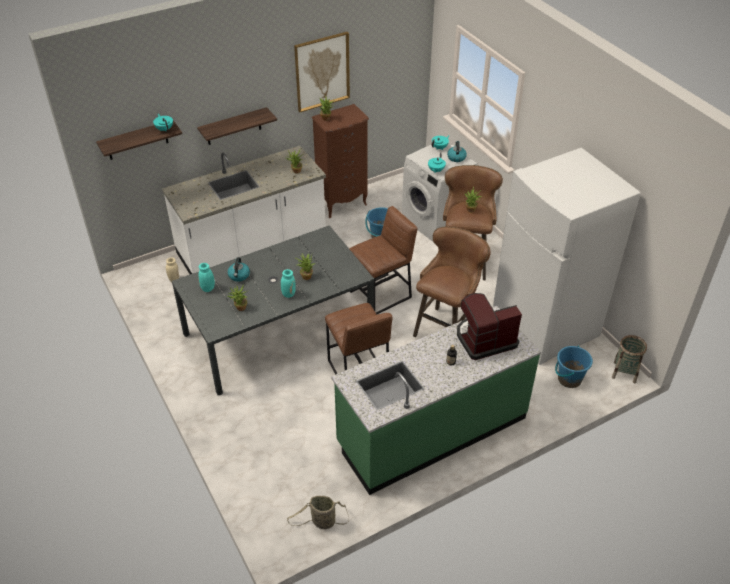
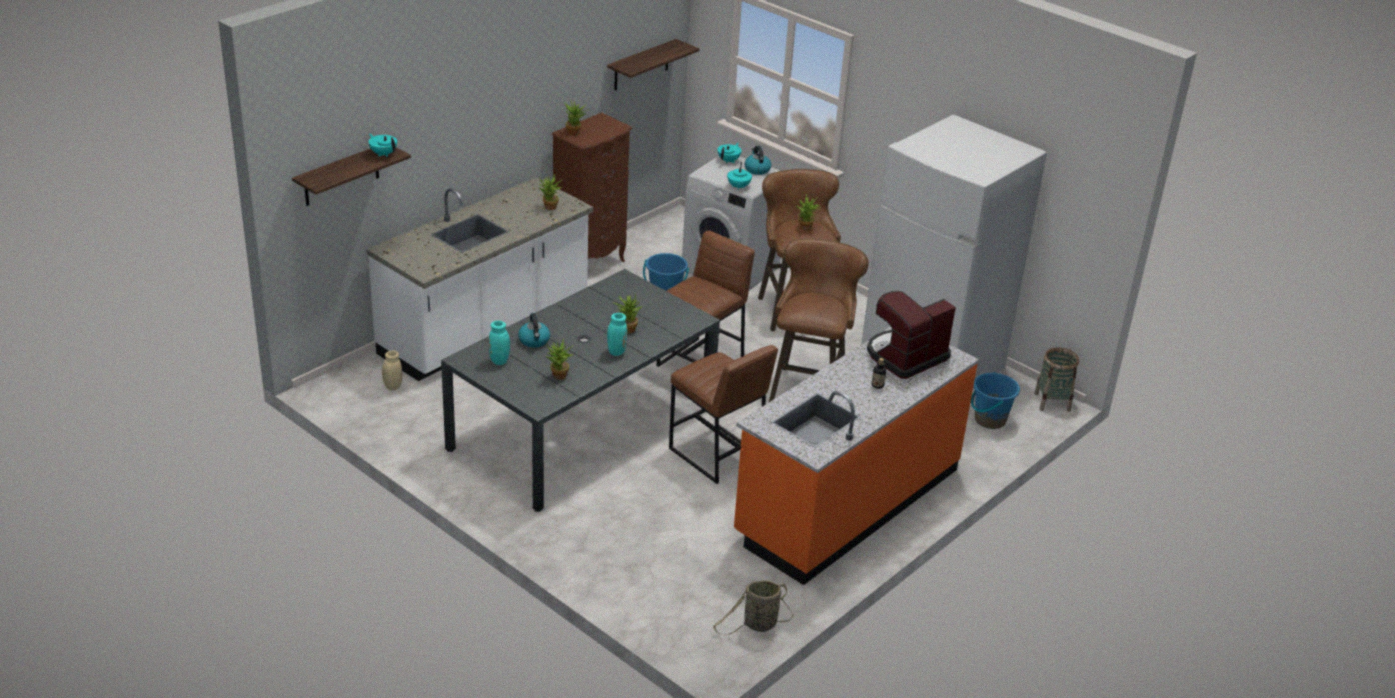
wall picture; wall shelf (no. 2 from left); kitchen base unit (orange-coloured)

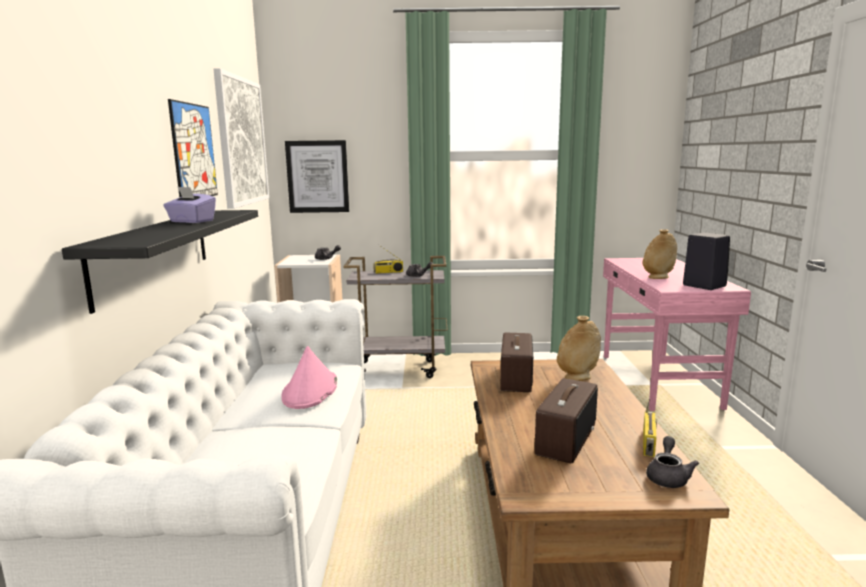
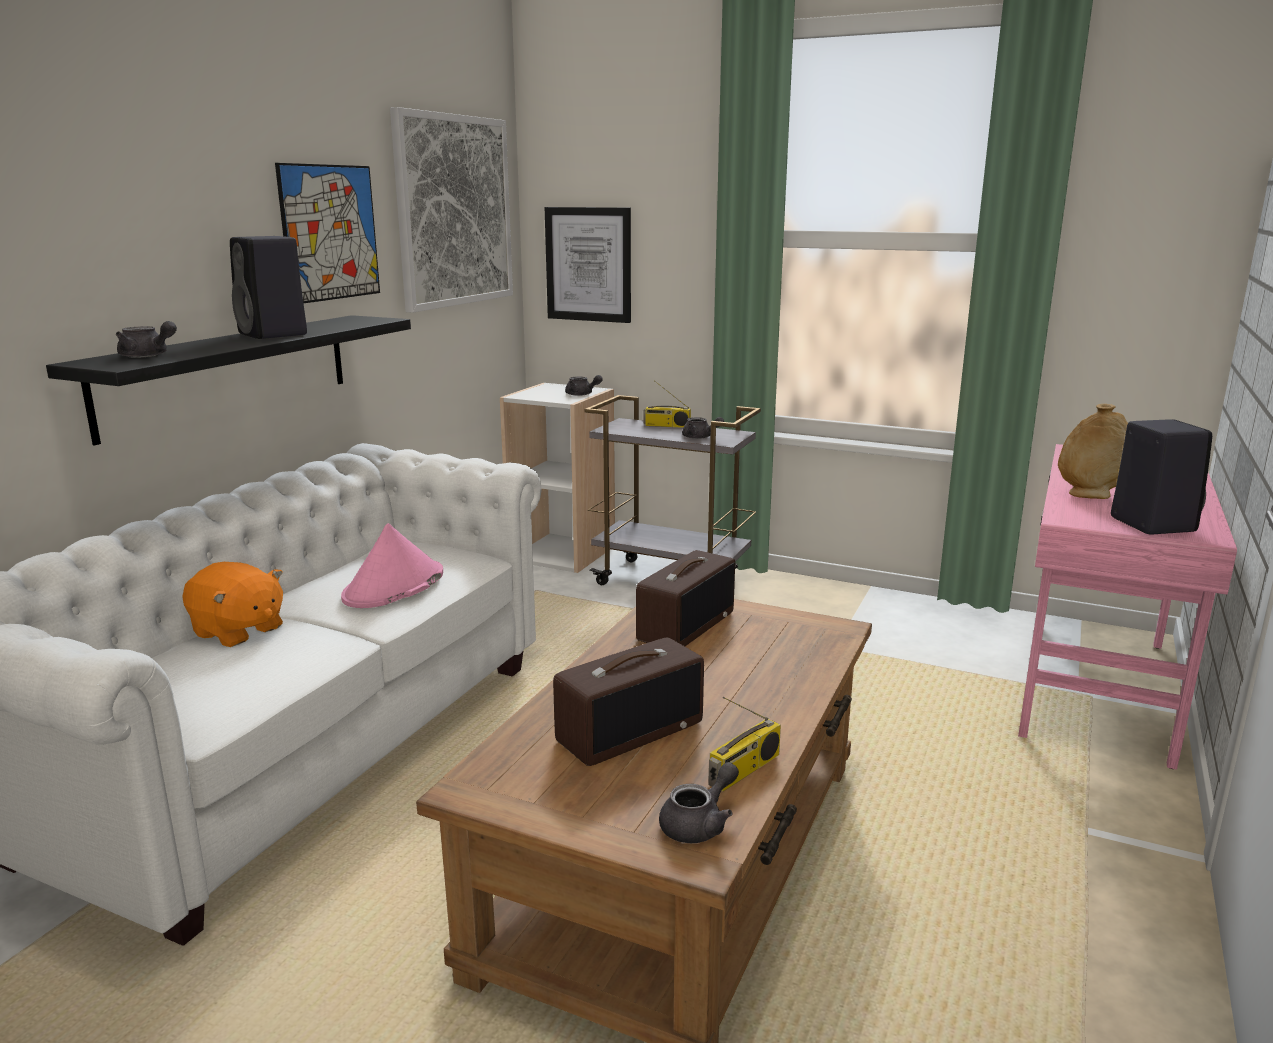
speaker (blackish) (no. 1 from left); flower vase (beige) (no. 1 from left in the first image); teapot (gray) (no. 1 from left); cuddly toy (orange-coloured)

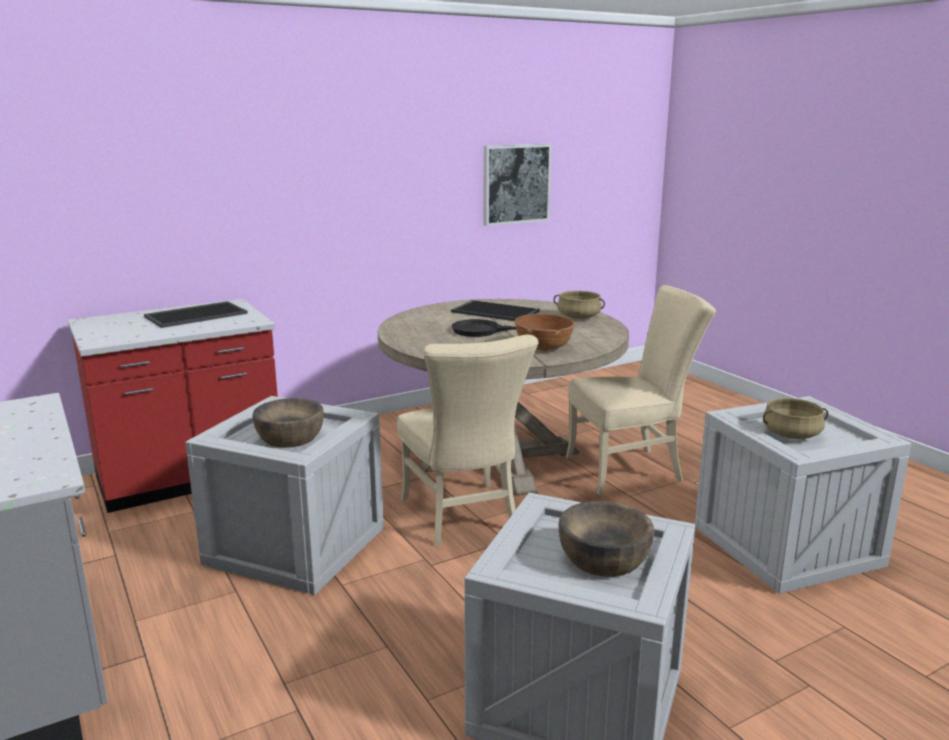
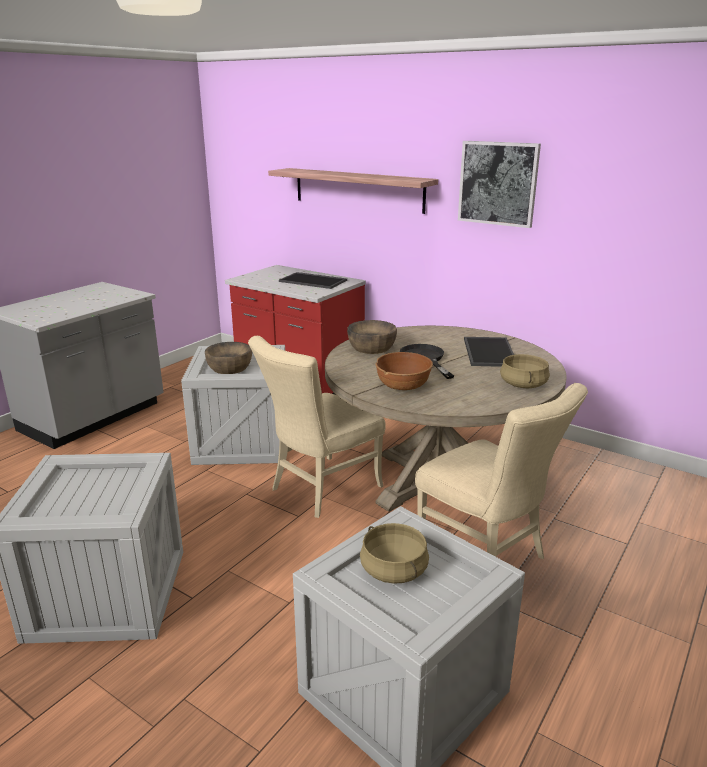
wall picture; serving bowl (brown) (no. 2 from left); wall shelf

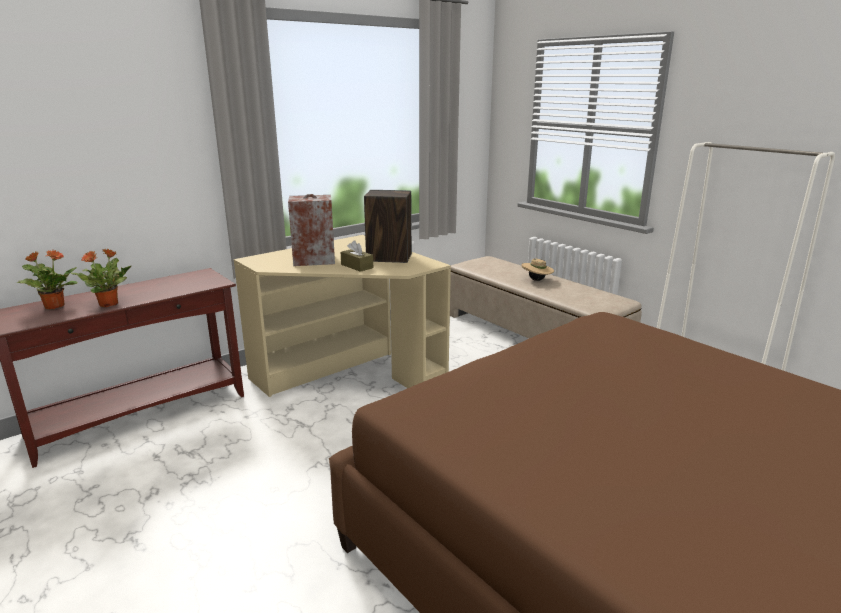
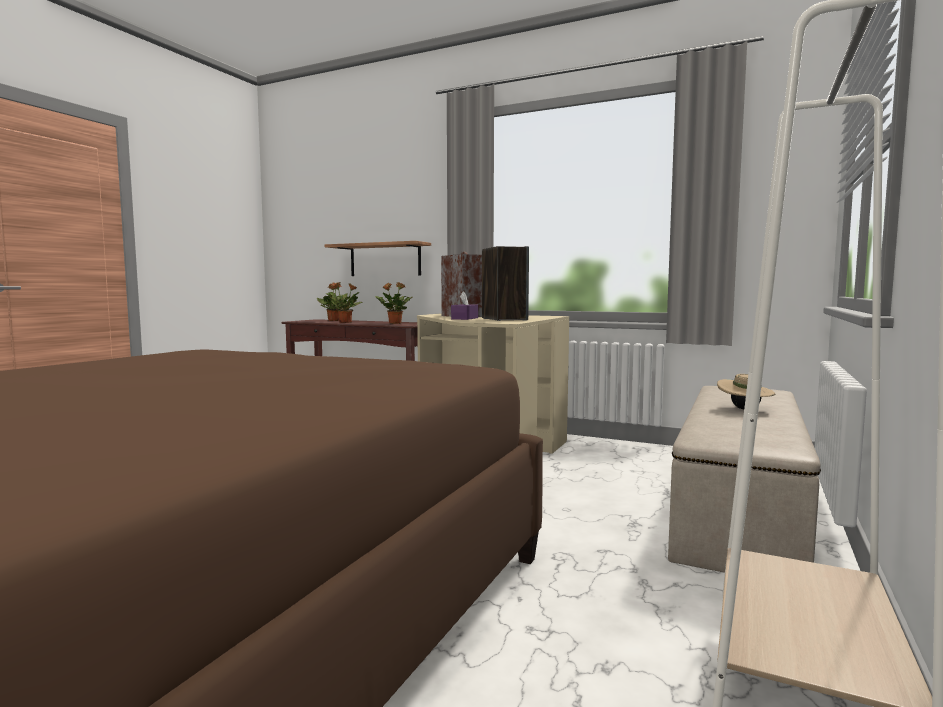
tissue box (purple-coloured); wall shelf; plant in a pot (no. 3 from left)

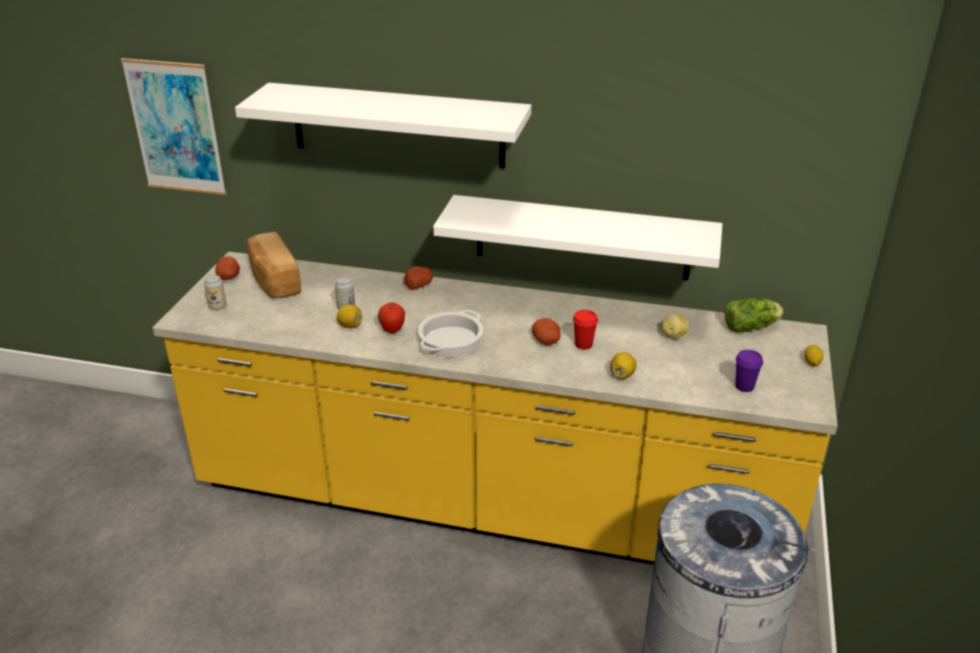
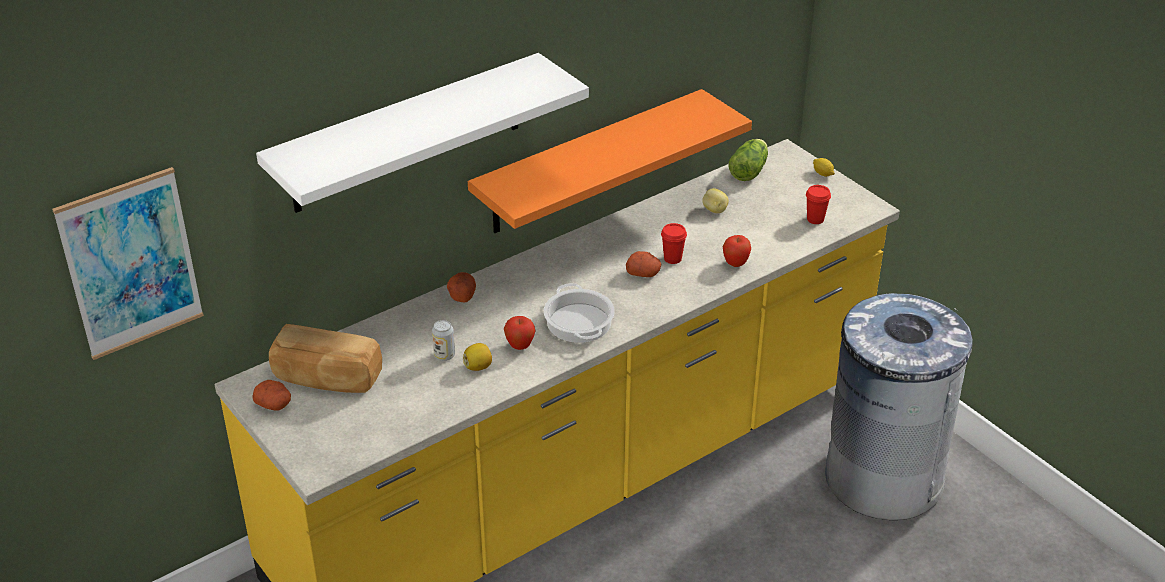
wall shelf (orange-coloured); sealed can (no. 1 from left in the first image); small cup (red) (no. 2 from left); apple fruit (no. 2 from left)

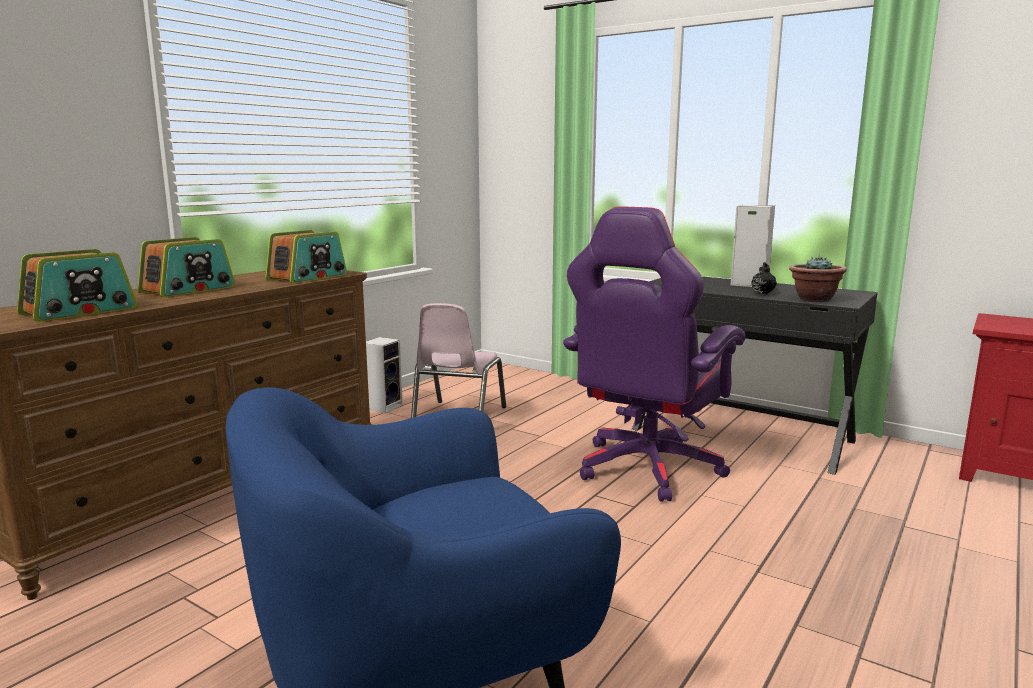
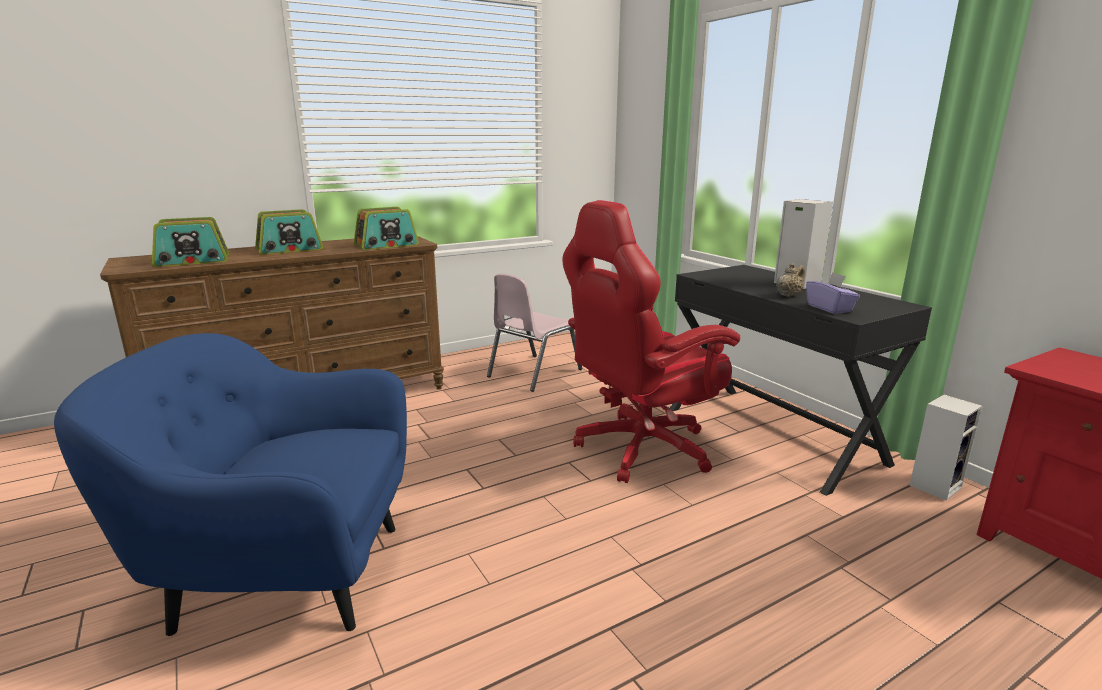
computer chair (red); tissue box (purple-coloured); teapot (beige); speaker (no. 2 from left)

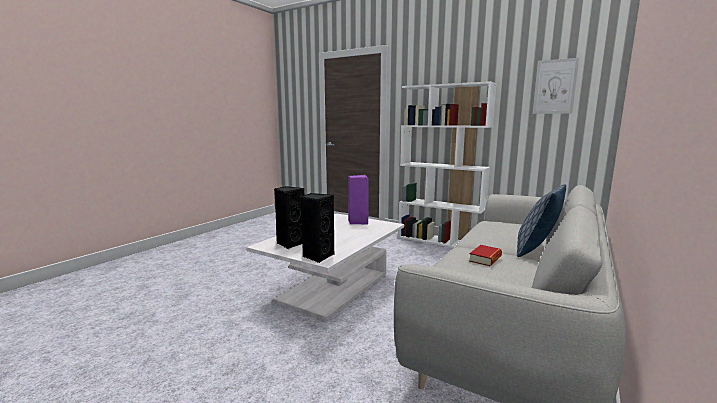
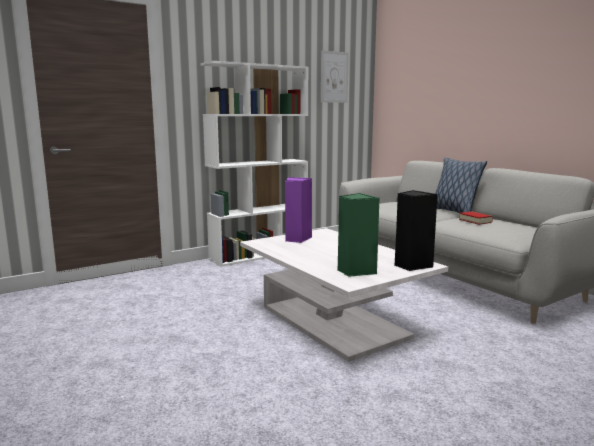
speaker (green-coloured)

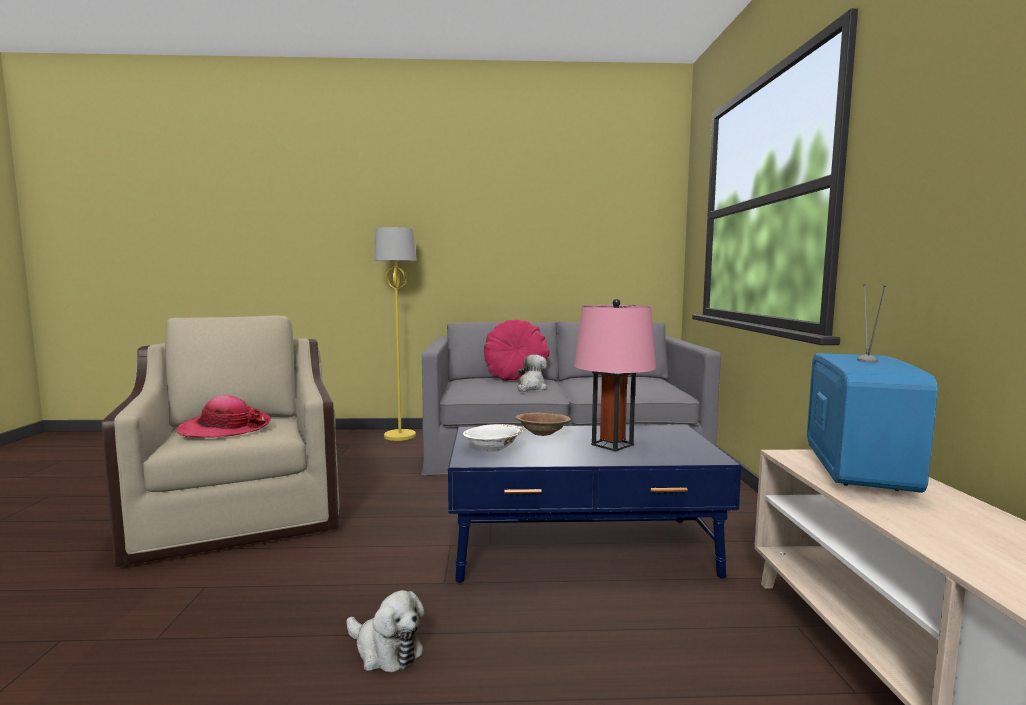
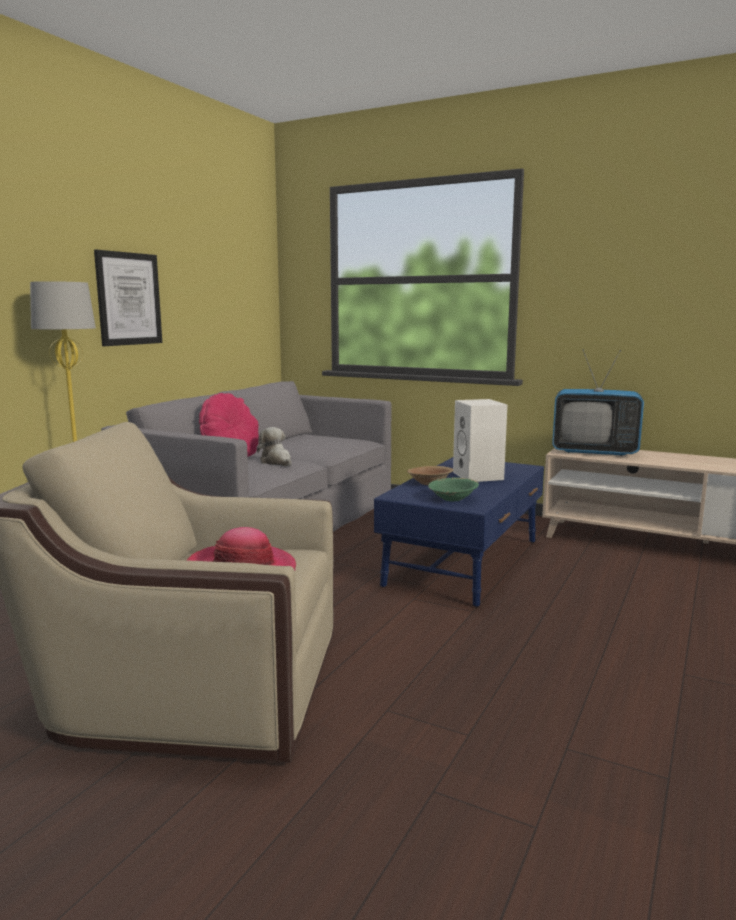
television; speaker (white-coloured); serving bowl (green-coloured); cuddly toy (no. 1 from left in the first image); wall picture

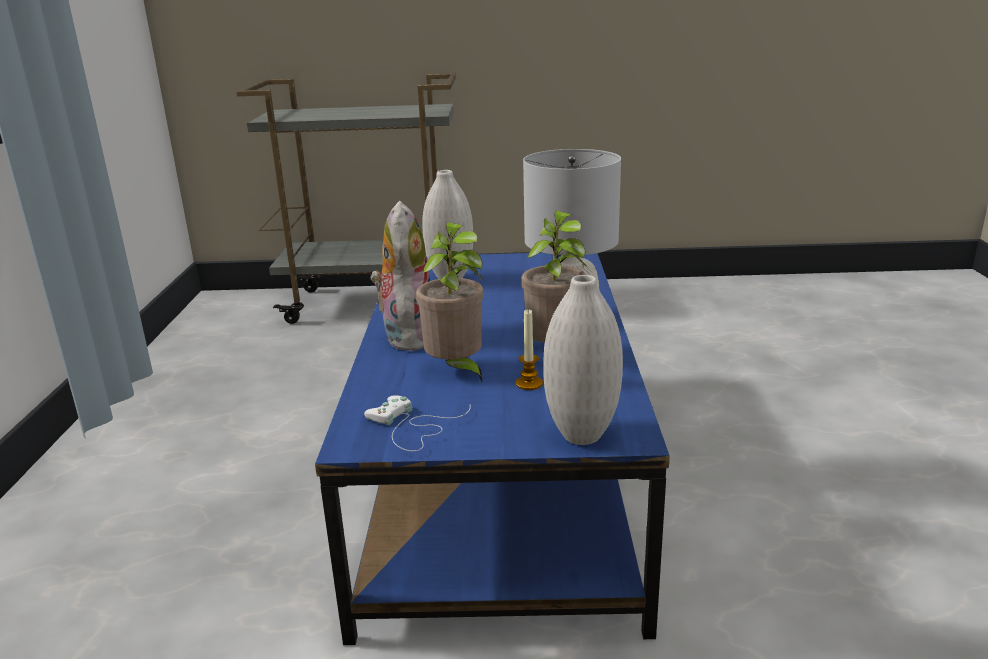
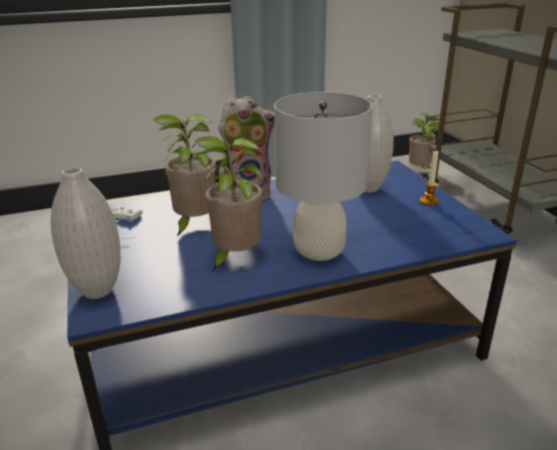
candle; plant in a pot (no. 3 from left)

